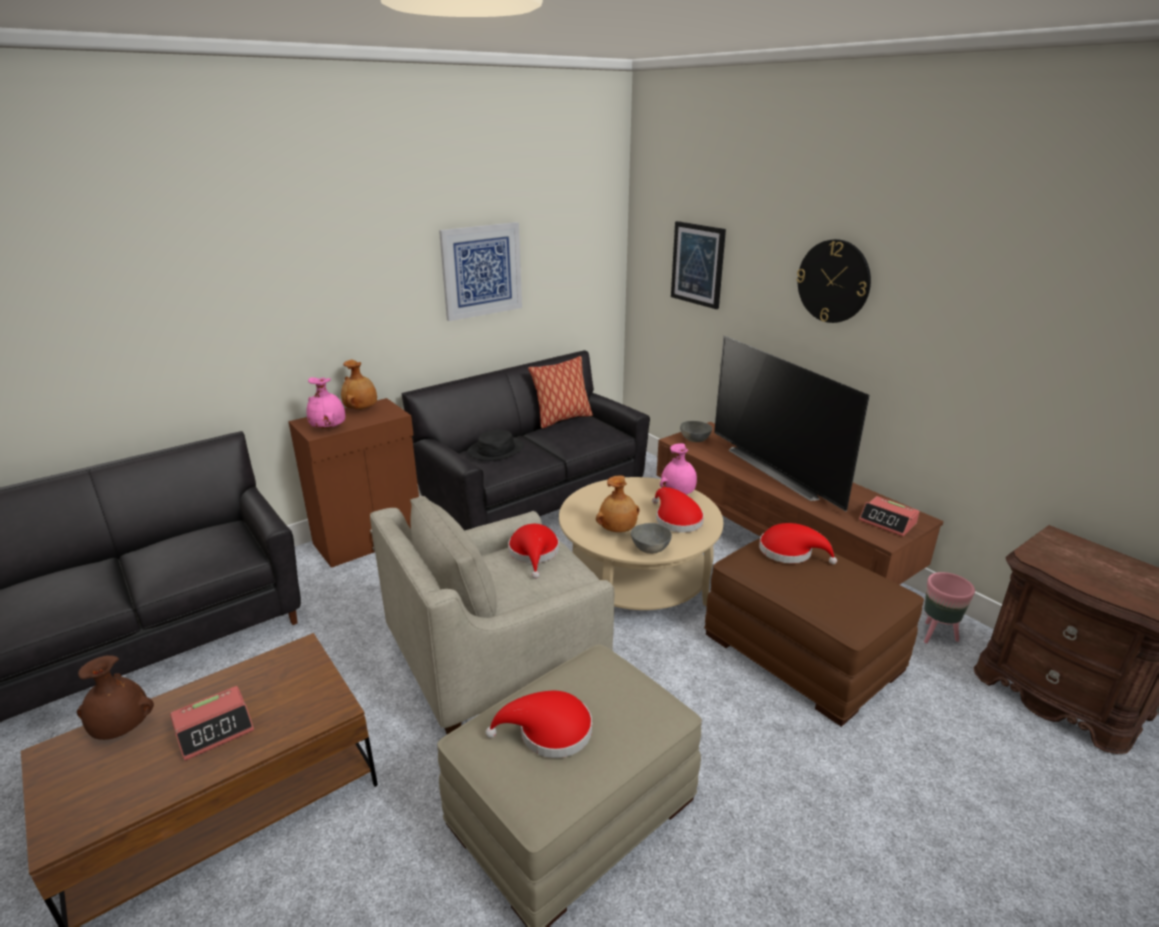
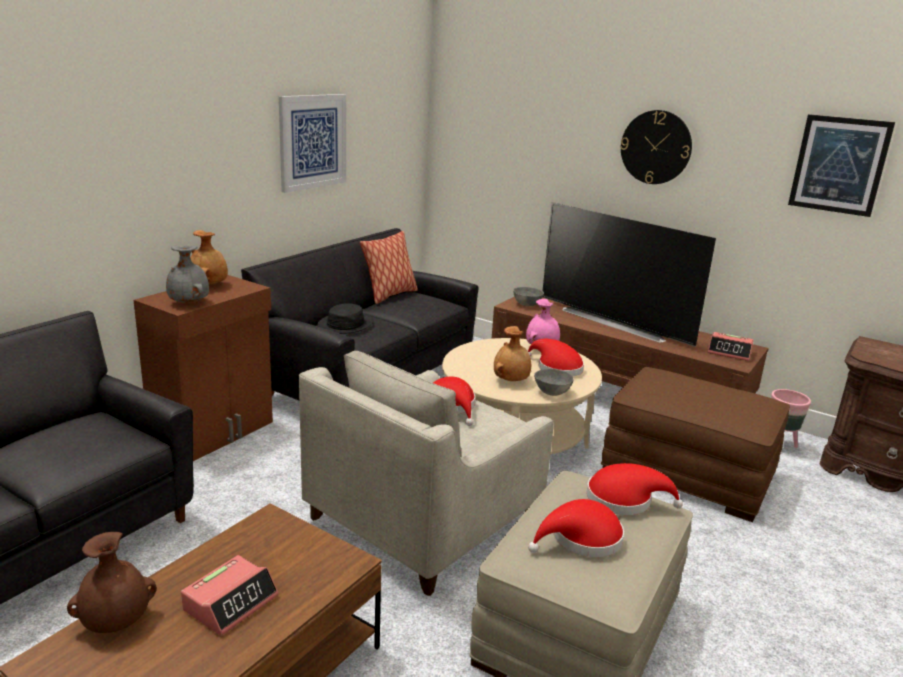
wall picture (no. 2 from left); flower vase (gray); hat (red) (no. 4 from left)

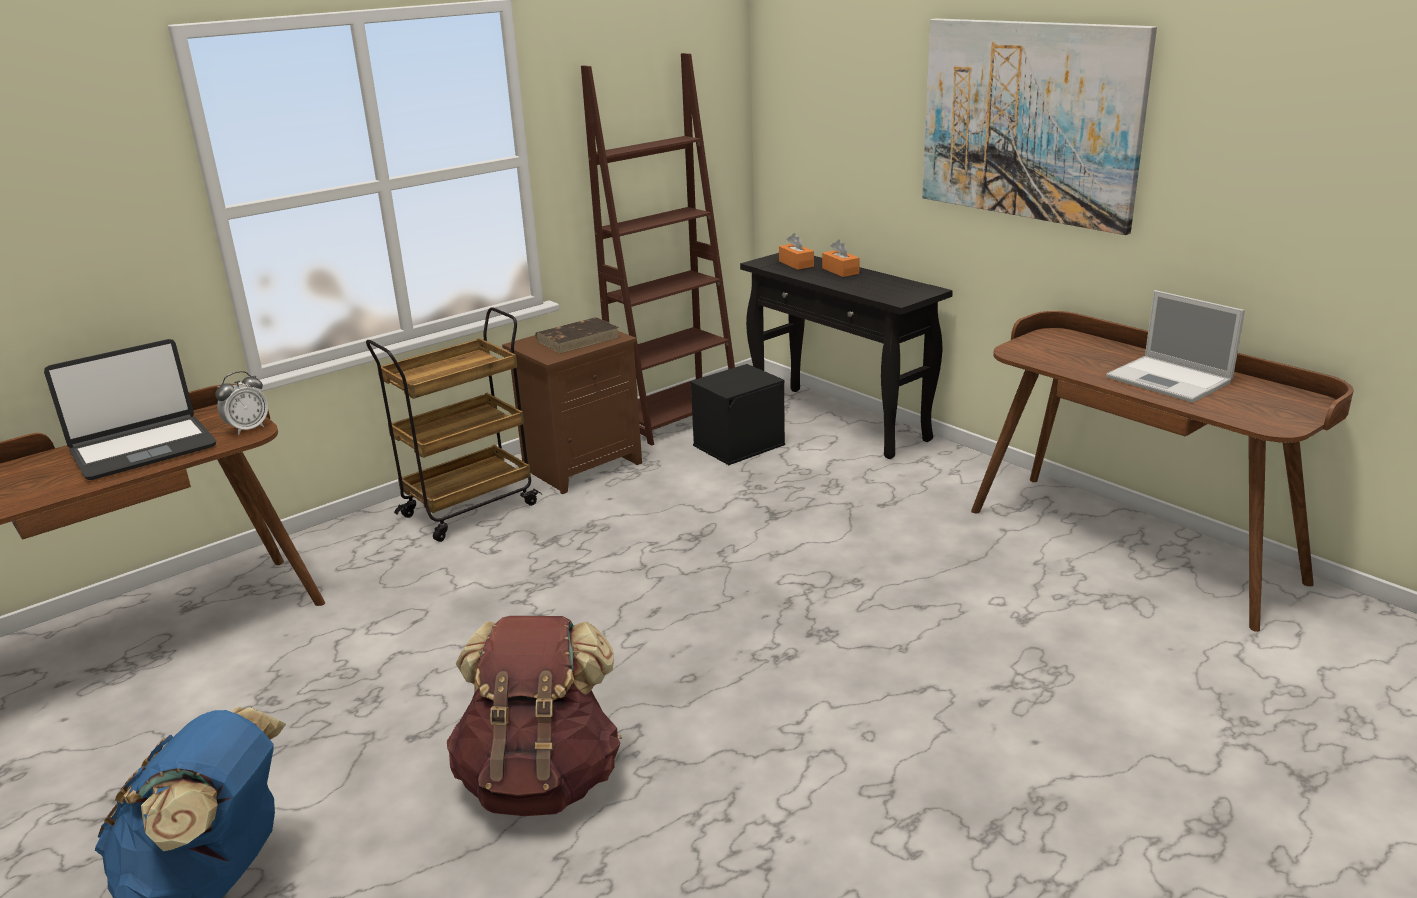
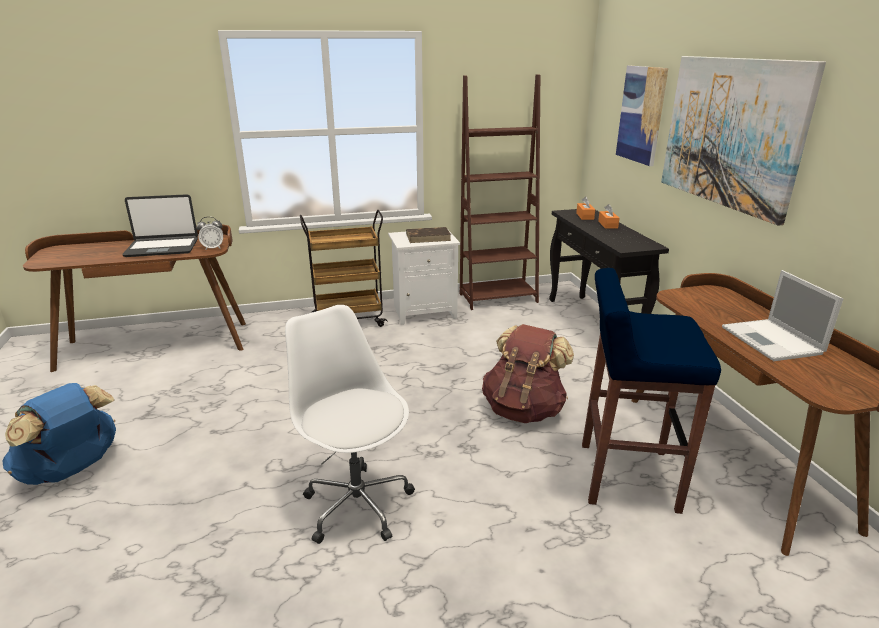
bedside table (white-coloured); storage container (blackish); rucksack (brown); wall picture (no. 1 from left); sitting stool (blue); computer chair (white-coloured)

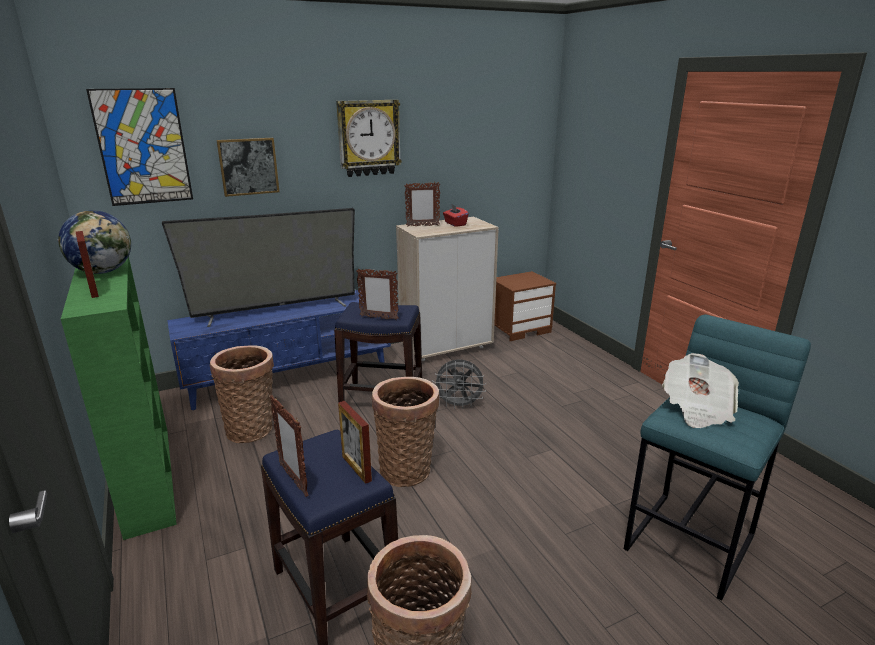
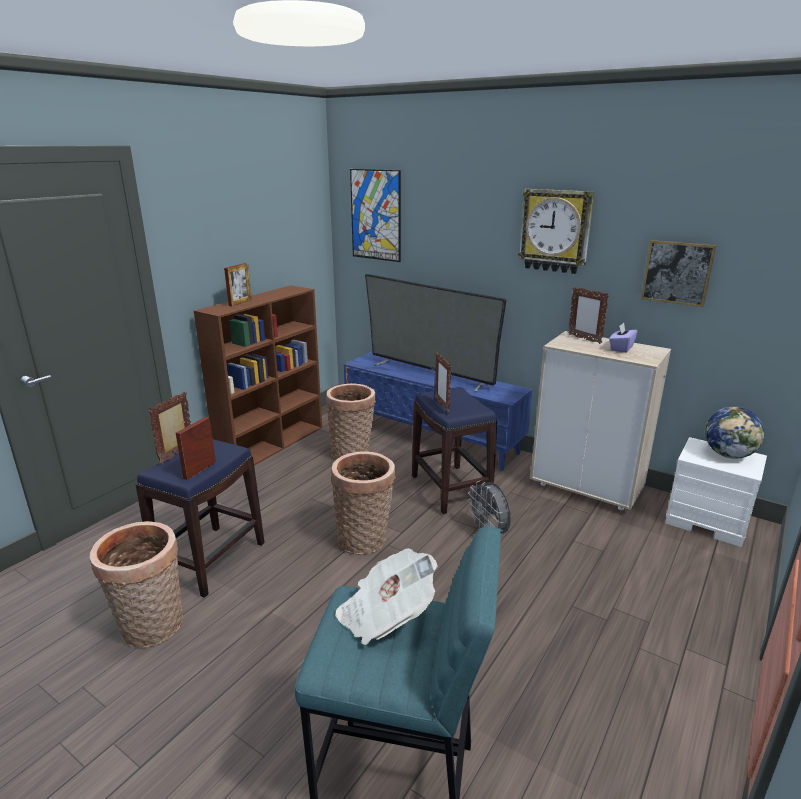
wall picture (no. 2 from left); tissue box (purple-coloured); globe; bookcase (brown); bedside table (white-coloured)

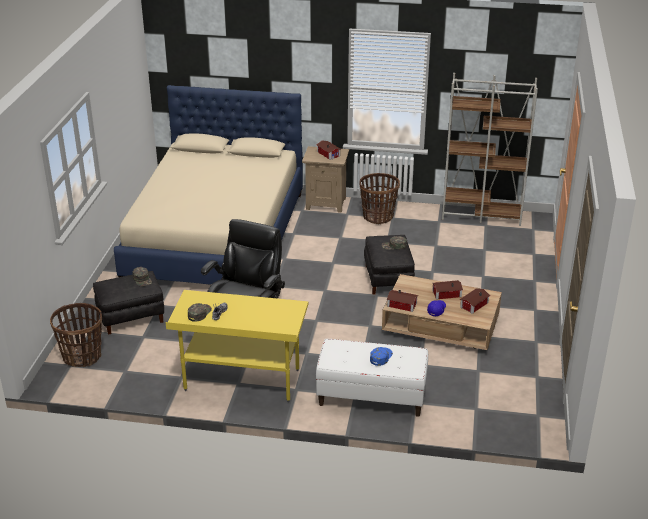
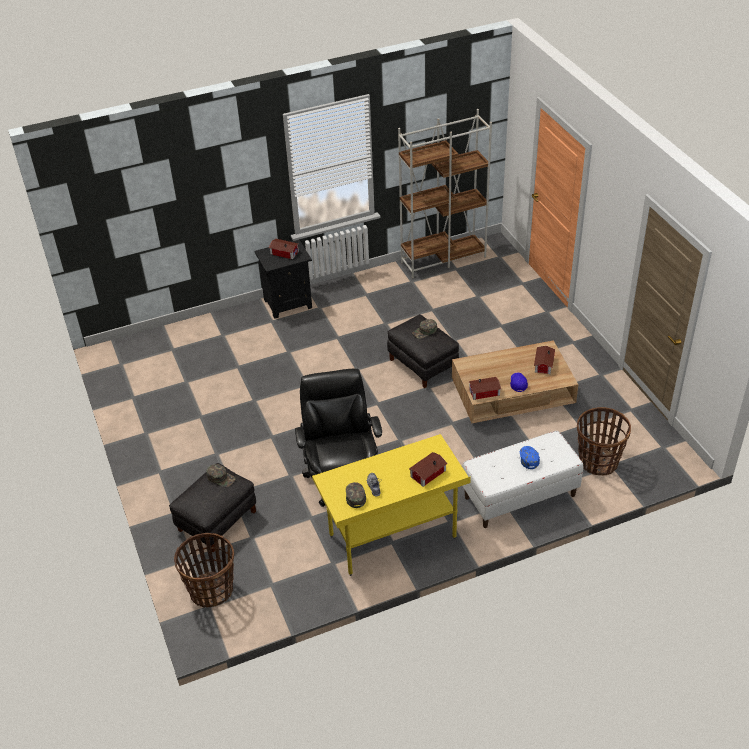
bedroom bed (beige); bedside table (blackish); basket (no. 2 from left); miniature house (no. 2 from left)

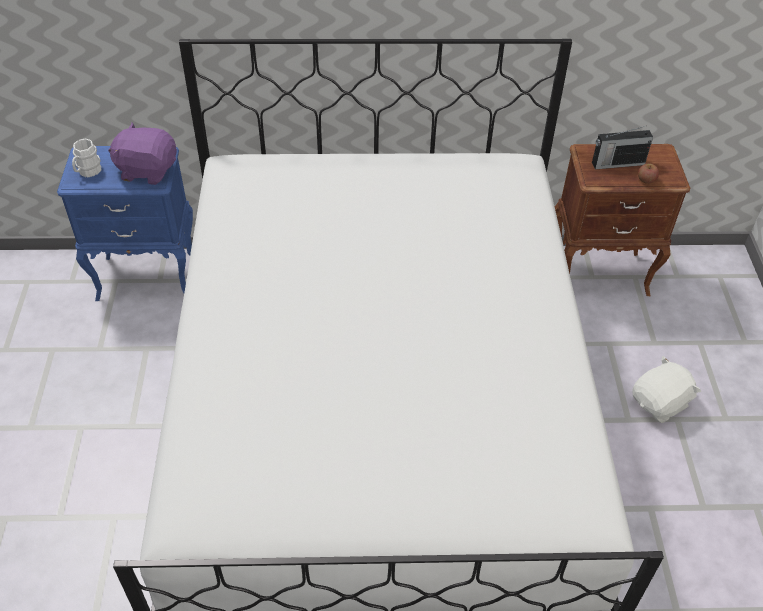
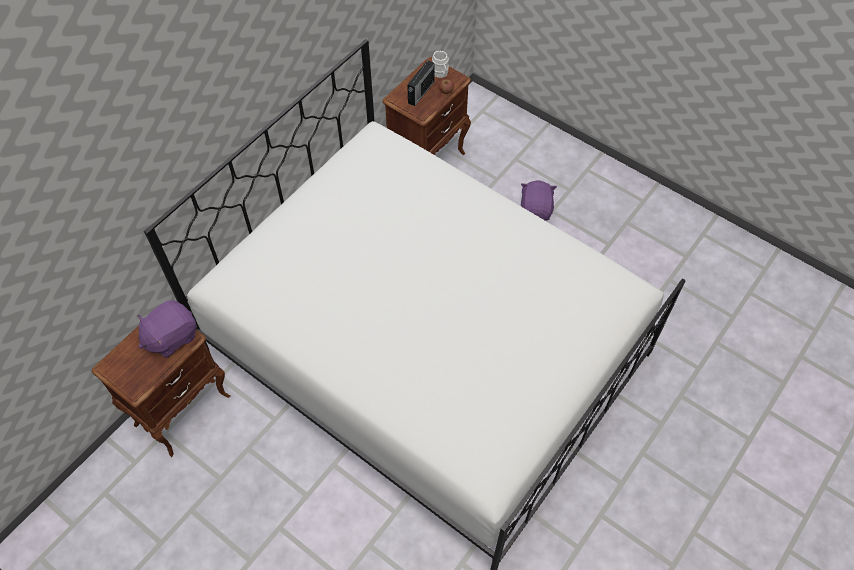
mug (white-coloured); bedside table (brown) (no. 1 from left); cuddly toy (purple-coloured) (no. 2 from left)

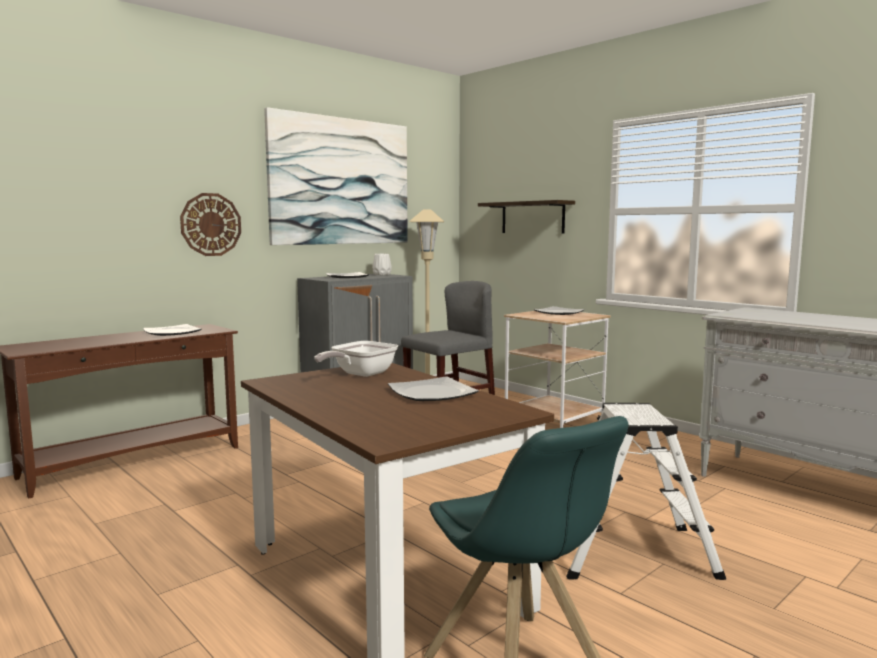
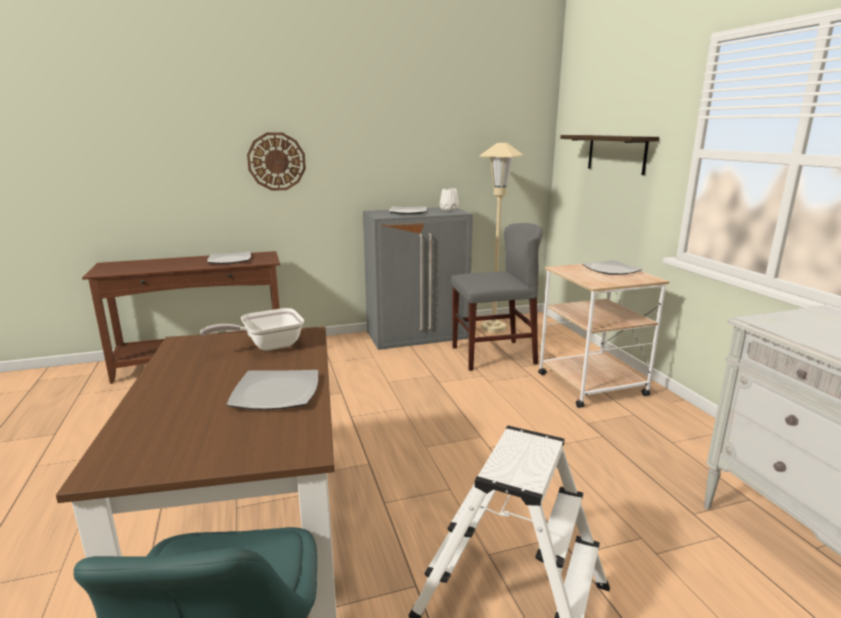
wall picture

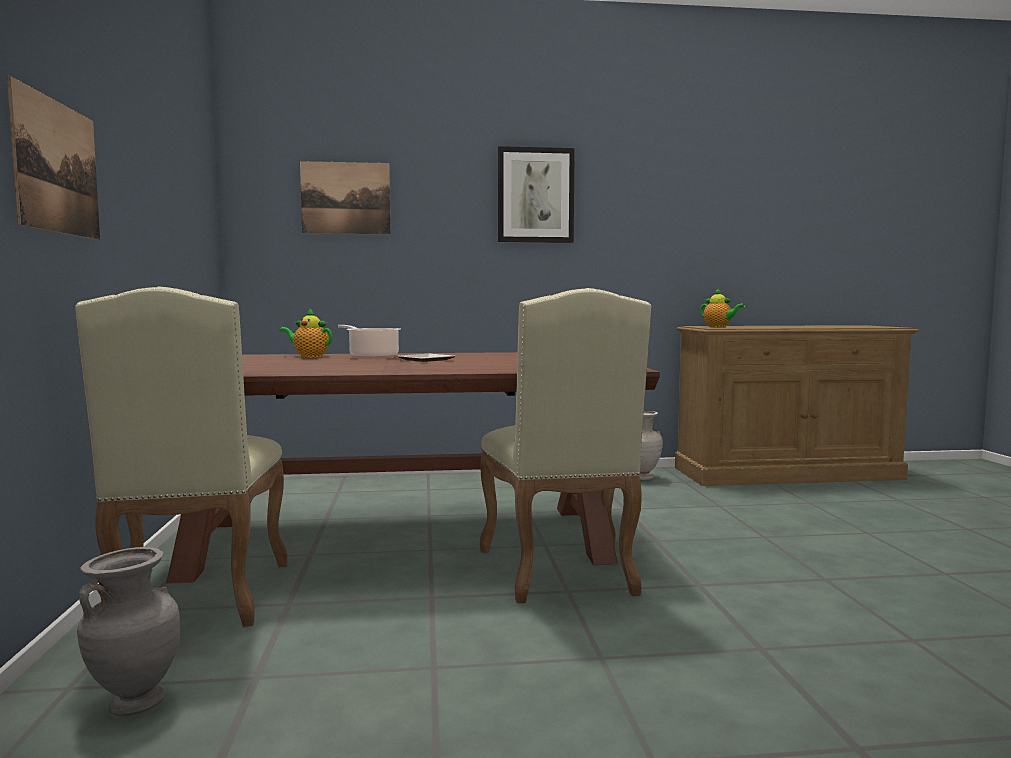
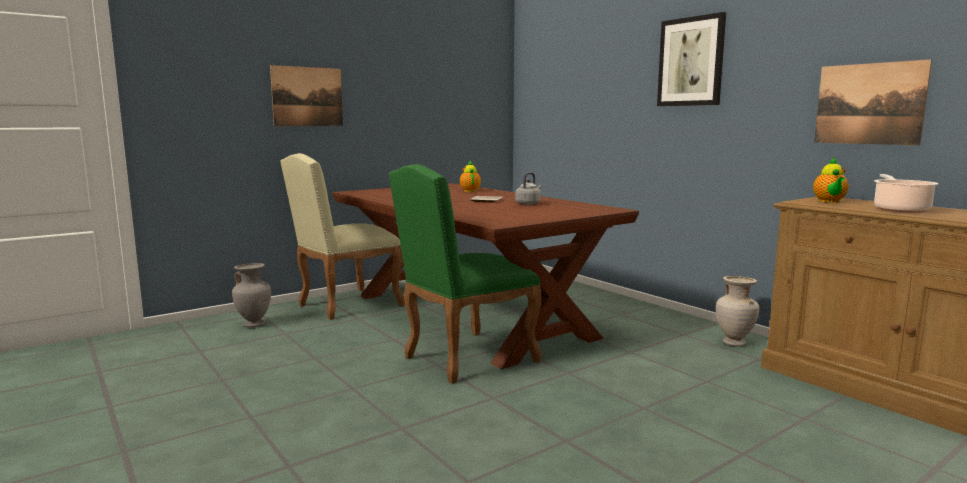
wall picture (no. 3 from left); chair (green-coloured); cooking pot; tea kettle (gray)

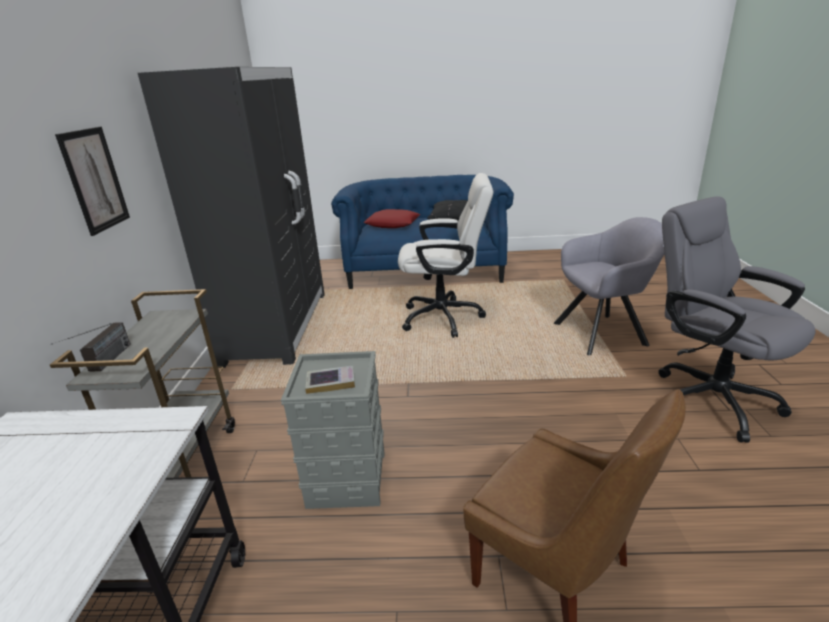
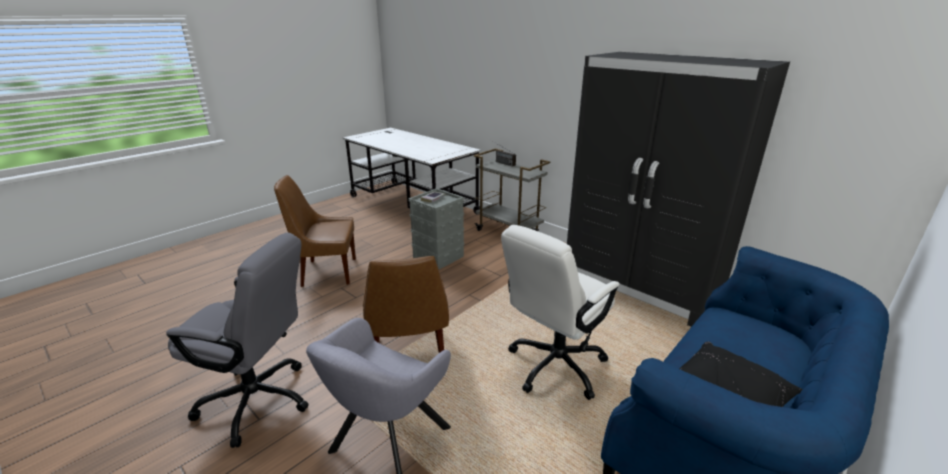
wall picture; throw pillow (red); chair (brown) (no. 2 from left)

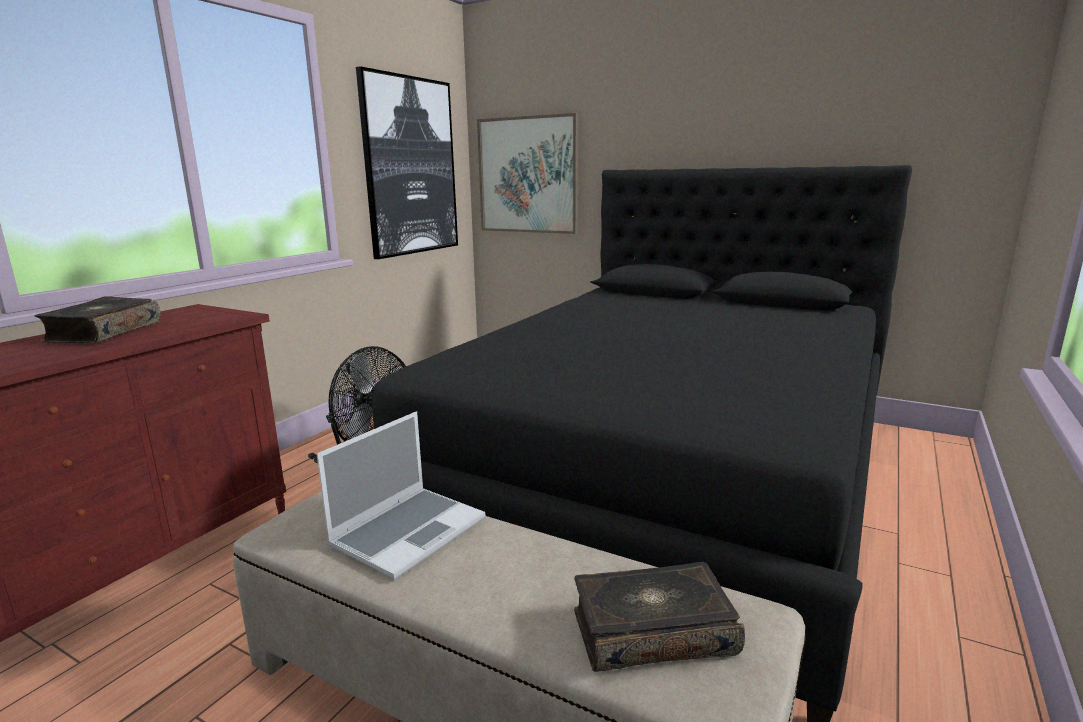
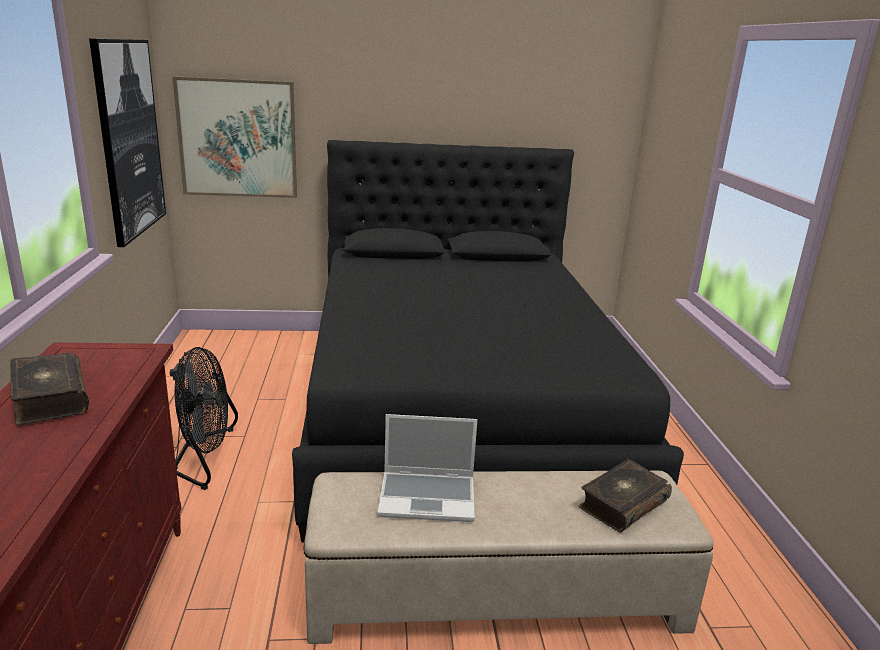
portable computer

